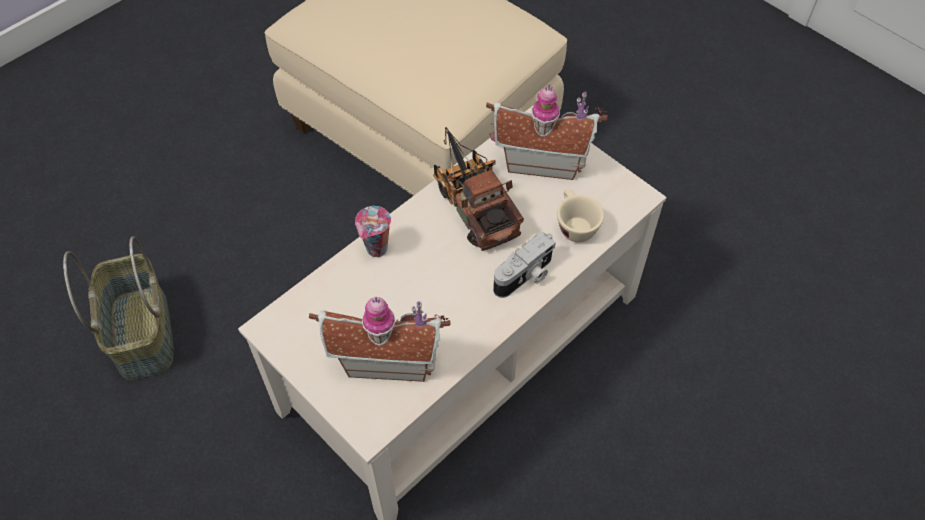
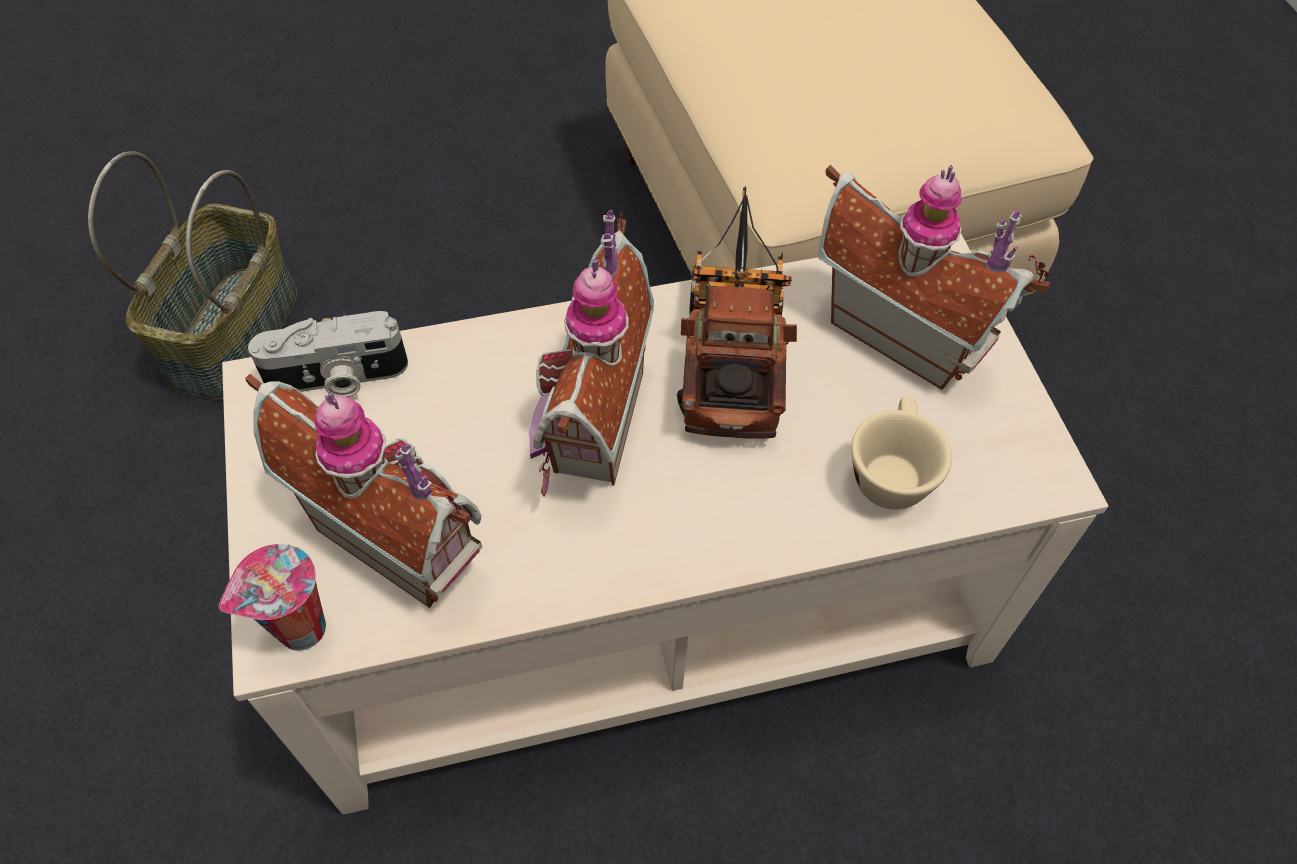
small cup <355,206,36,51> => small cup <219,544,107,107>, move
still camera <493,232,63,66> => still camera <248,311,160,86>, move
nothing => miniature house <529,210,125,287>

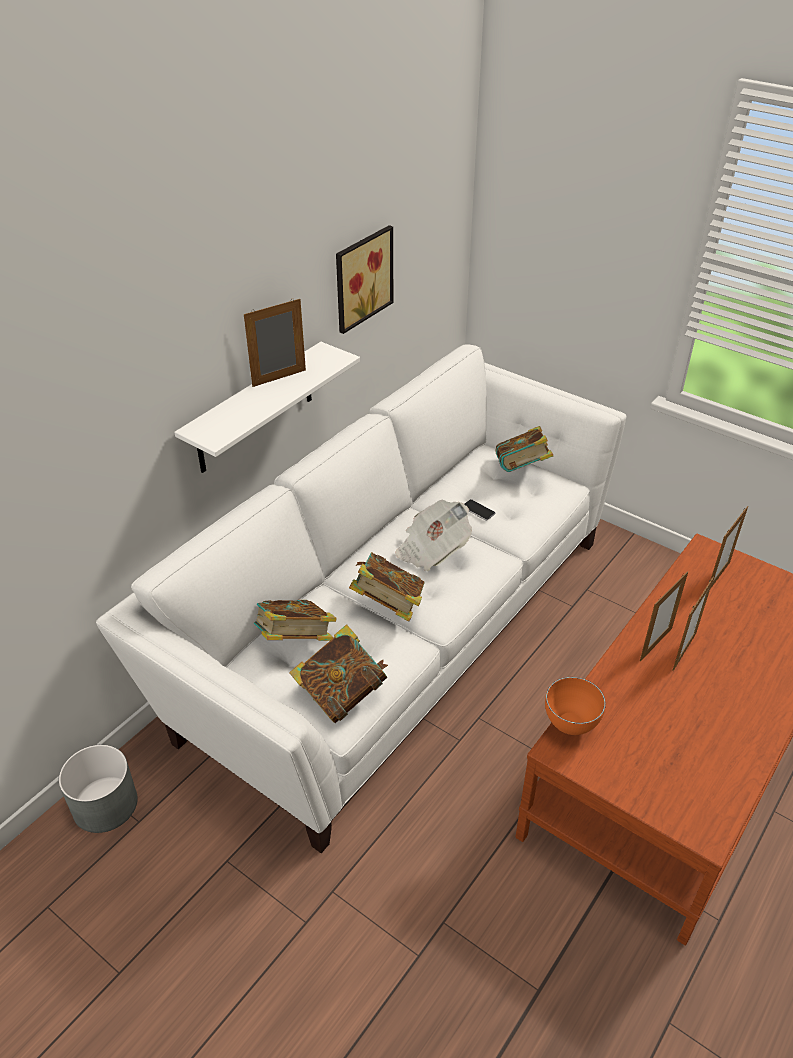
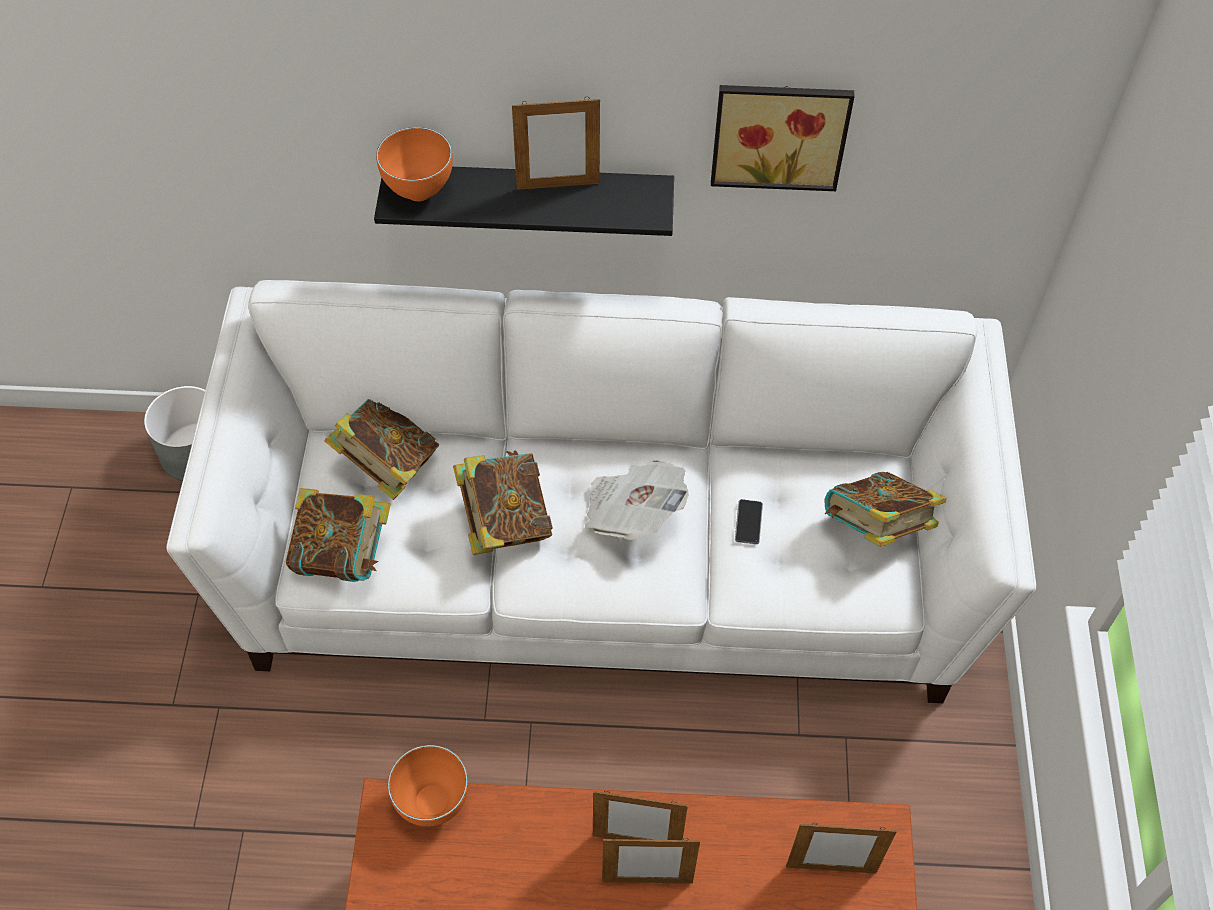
bracket shelf in whitish <174,342,186,131> => bracket shelf in blackish <374,167,300,69>
standing frame <244,299,62,88> => standing frame <512,98,88,92>, 150 degrees clockwise
nothing => bowl in orange-coloured <376,127,77,74>

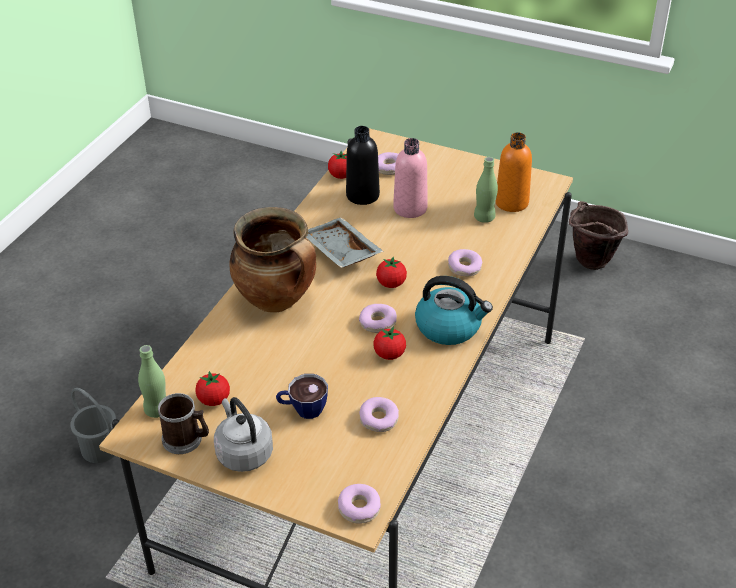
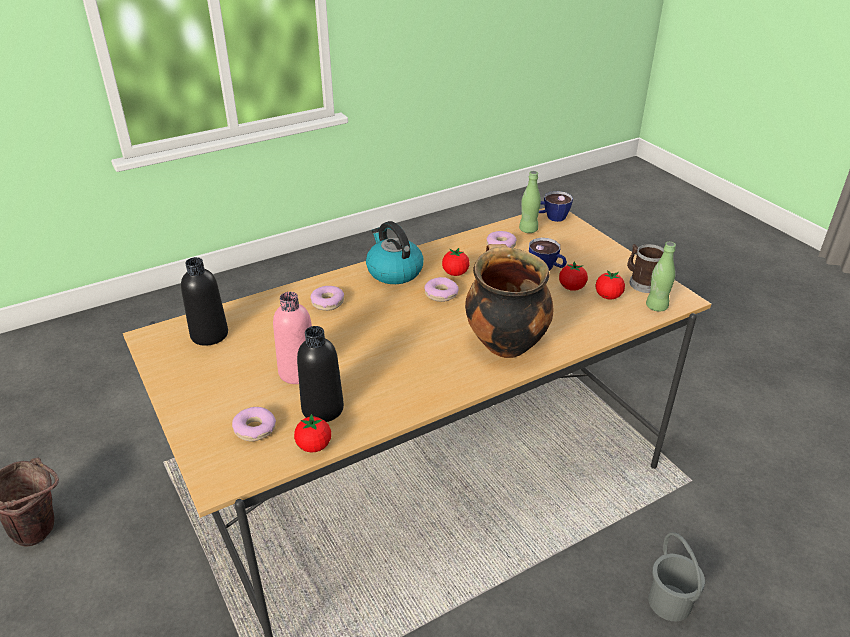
tea kettle in grey <214,397,59,75> => nothing
tray in grey <306,217,78,51> => nothing
ring doughnut <338,484,43,40> => small cup <539,191,34,31>
fresh tomato <376,257,31,31> => fresh tomato <559,262,29,29>, move
beverage bottle in green-coloured <474,157,24,66> => beverage bottle in green-coloured <519,171,22,62>, move
beverage bottle in orange-coloured <495,132,37,80> => beverage bottle in blackish <181,257,47,89>

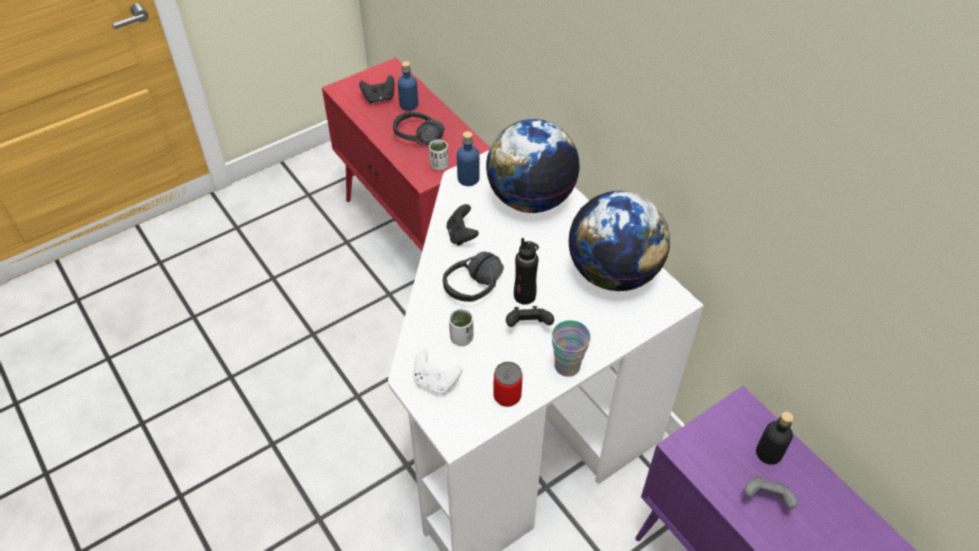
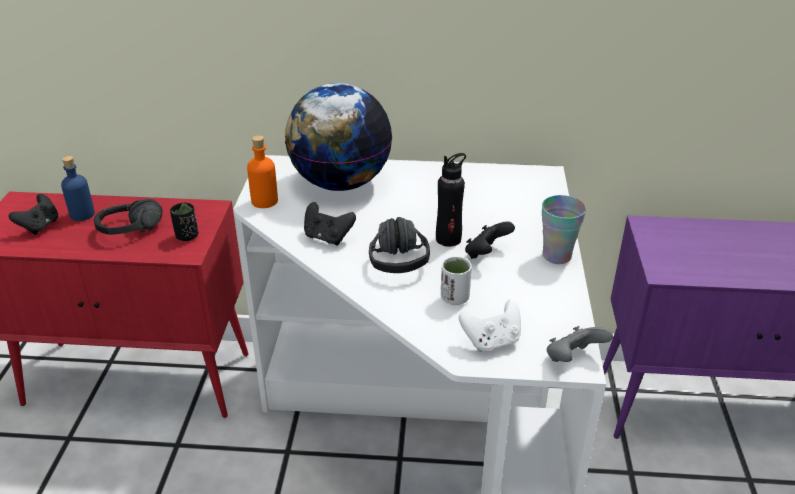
small cup in whitish <429,139,20,31> => small cup in blackish <170,203,28,38>
beverage bottle in bluish <457,131,23,55> => beverage bottle in orange-coloured <247,135,31,73>
can <493,362,30,45> => nothing
desk globe <568,191,102,100> => nothing
joypad in grey <744,475,54,34> => joypad in grey <547,326,66,36>, move
beverage bottle in blackish <756,412,37,53> => nothing

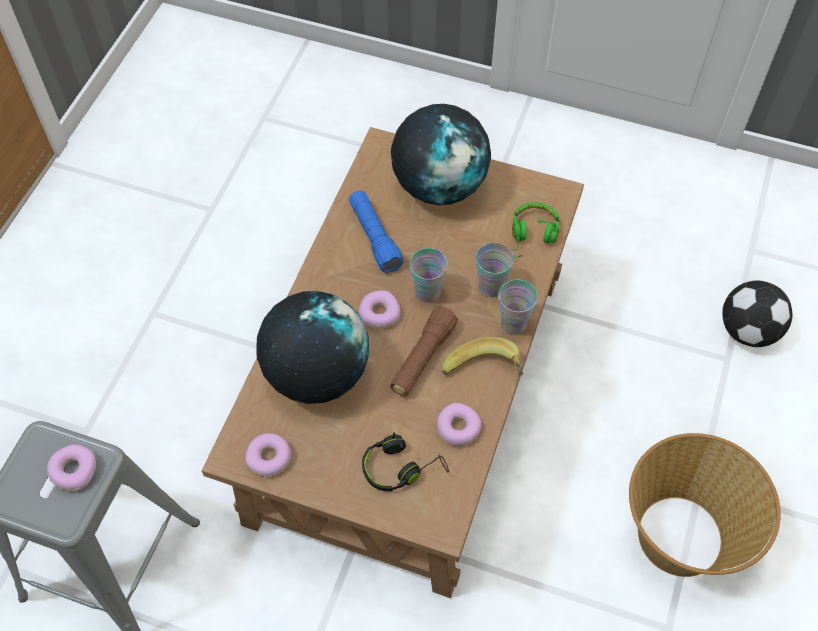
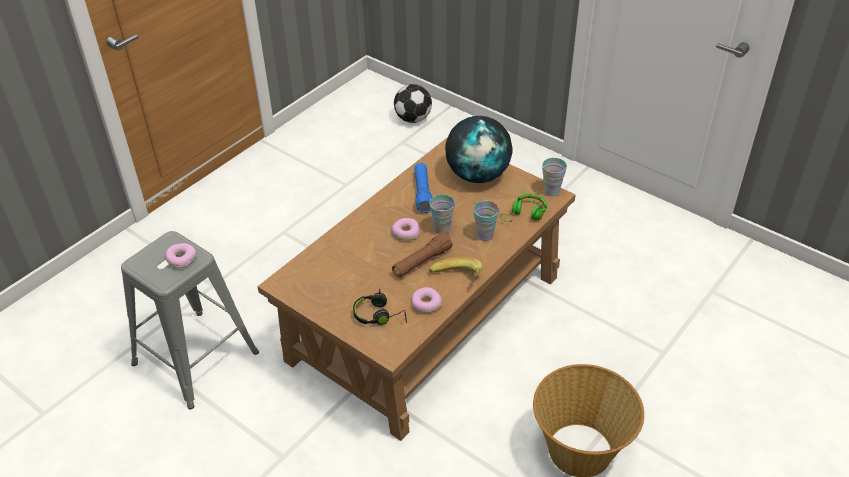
ring doughnut <245,433,46,44> => nothing
desk globe <256,291,113,113> => nothing
small cup <499,280,39,55> => small cup <542,158,25,38>, move
football <722,280,70,67> => football <394,84,38,39>, move

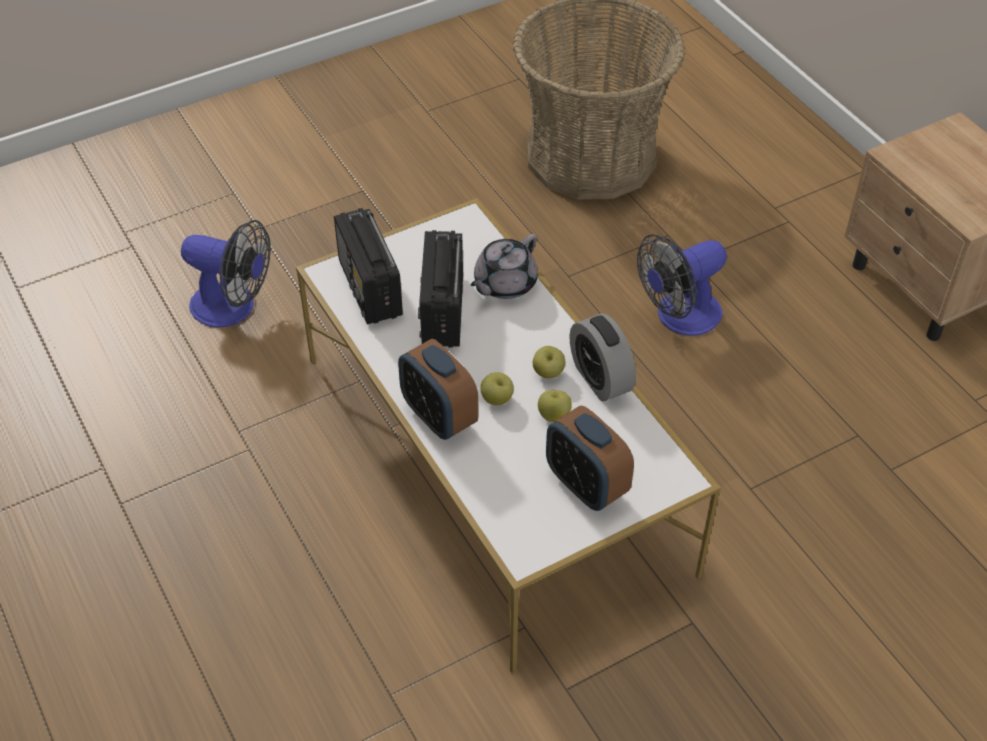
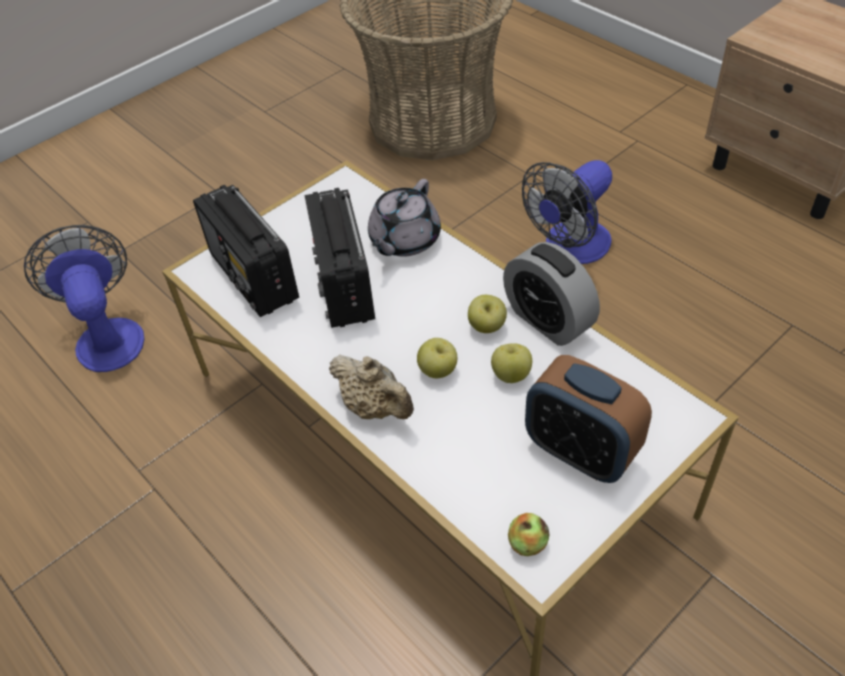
fan <181,220,90,108> => fan <24,225,120,147>, 120 degrees counterclockwise
alarm clock <398,339,81,101> => pot for tea in beige-coloured <329,354,85,65>
nothing => apple fruit <508,513,41,43>

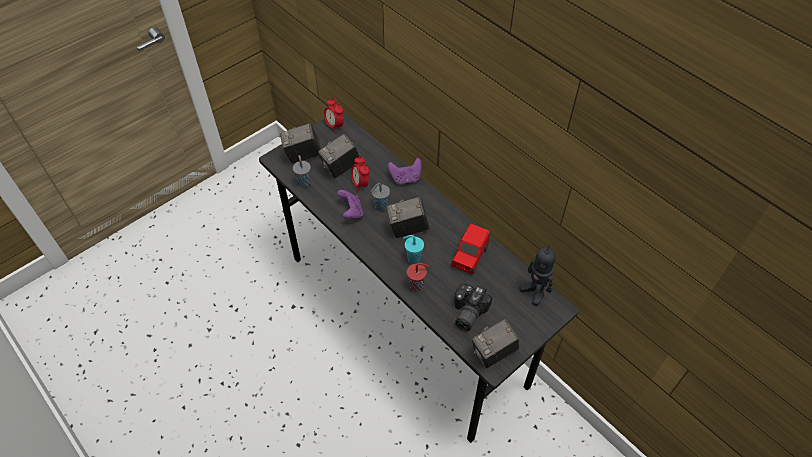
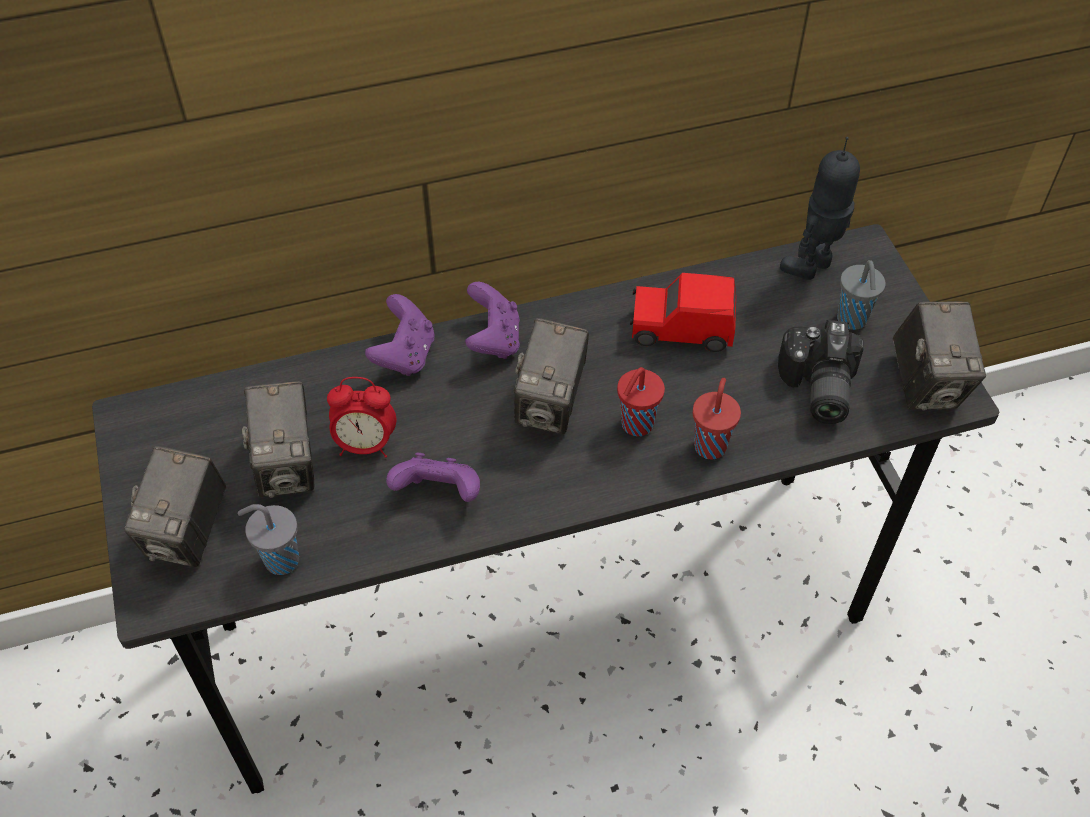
alarm clock <324,97,20,34> => nothing
small cup in grey <371,183,19,28> => small cup in grey <837,260,49,70>, move
small cup in turquoise-coloured <403,235,21,29> => small cup in red <617,367,48,69>
model car in red <452,224,38,50> => model car in red <630,273,106,79>, 135 degrees clockwise
still camera <454,284,38,47> => still camera <778,320,86,104>, 45 degrees clockwise
model robot <519,245,37,61> => model robot <780,137,80,143>, 150 degrees clockwise
nothing => joypad in purple-coloured <465,282,55,77>

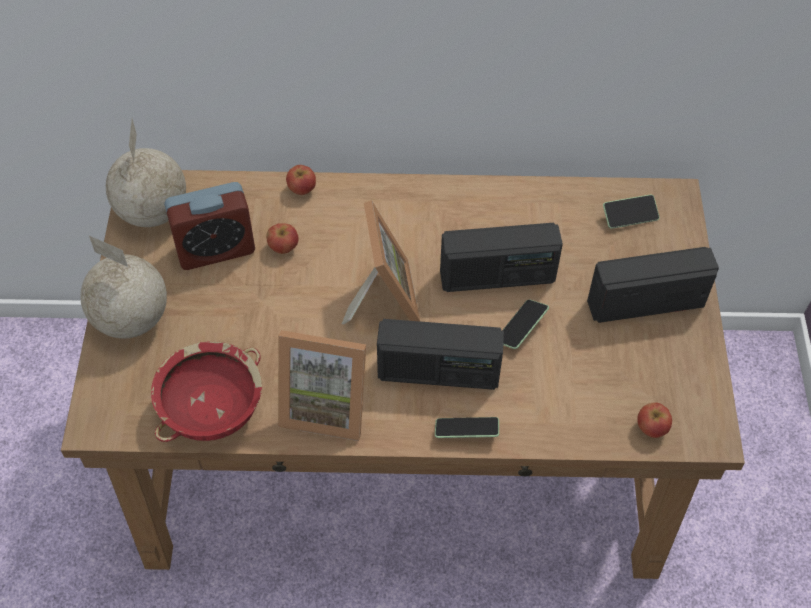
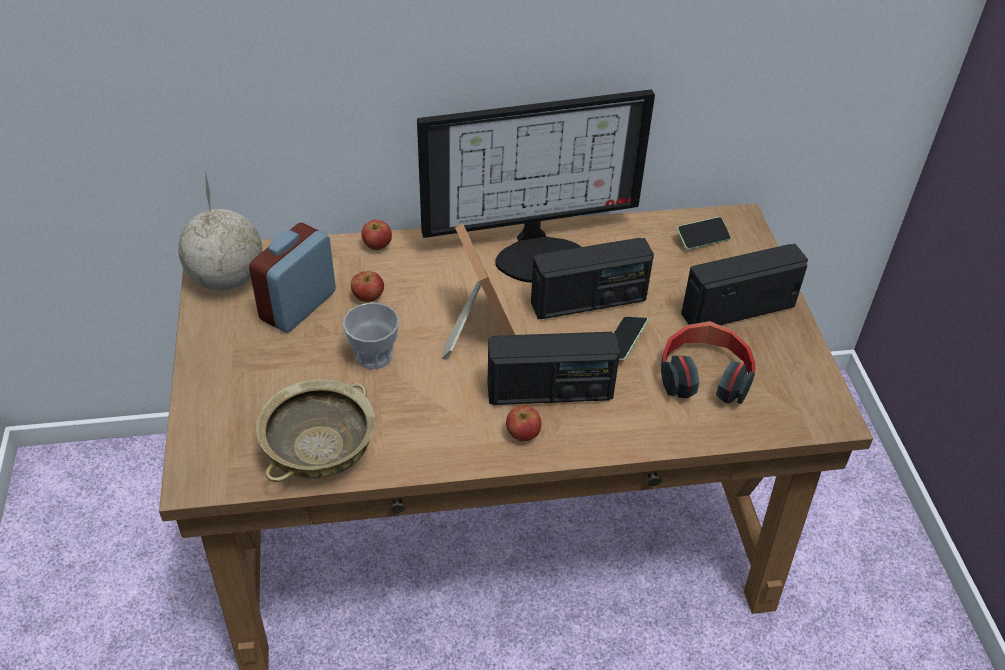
desk globe <80,236,87,103> => nothing
bowl in red <151,341,111,101> => bowl in beige-coloured <256,379,120,103>
alarm clock <164,182,91,88> => alarm clock <249,223,87,110>, 150 degrees clockwise
standing frame <278,330,88,111> => nothing
telephone <435,417,64,21> => nothing
apple fruit <637,402,35,36> => apple fruit <506,405,35,37>, move
nothing => small cup <343,303,56,66>
nothing => computer display <417,90,238,193>
nothing => headphones <661,321,95,83>

